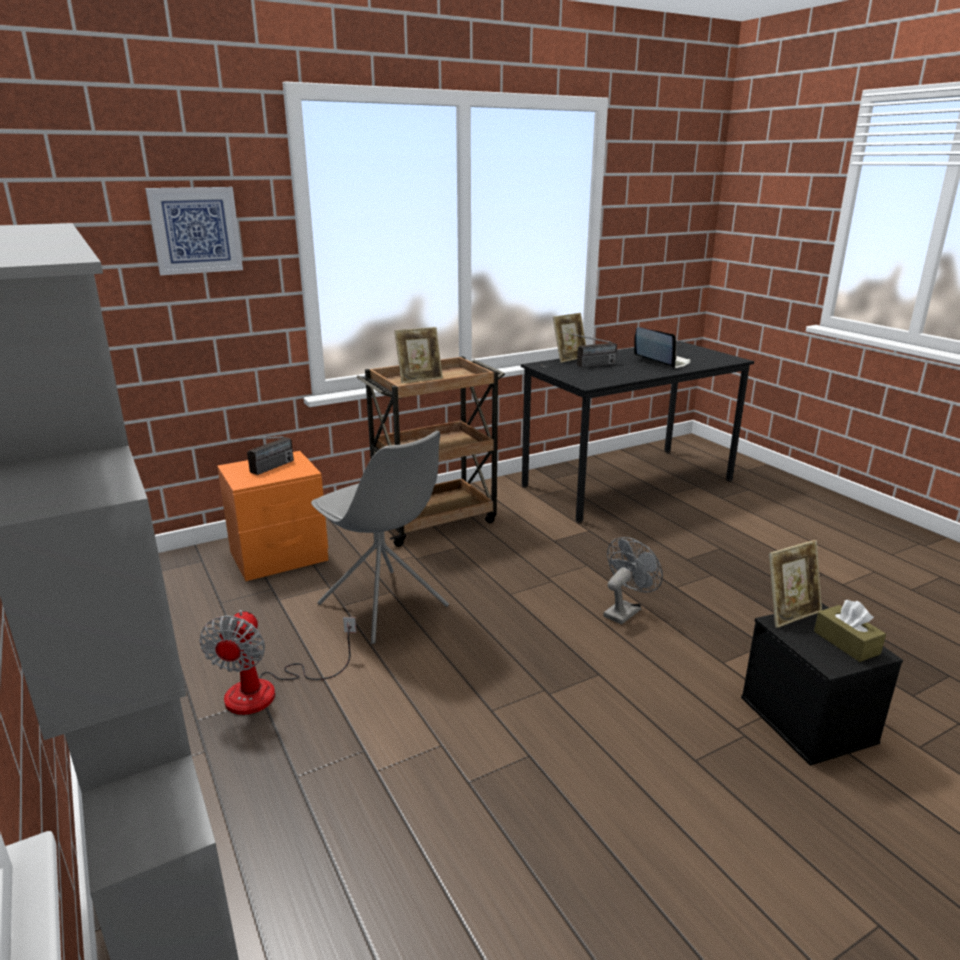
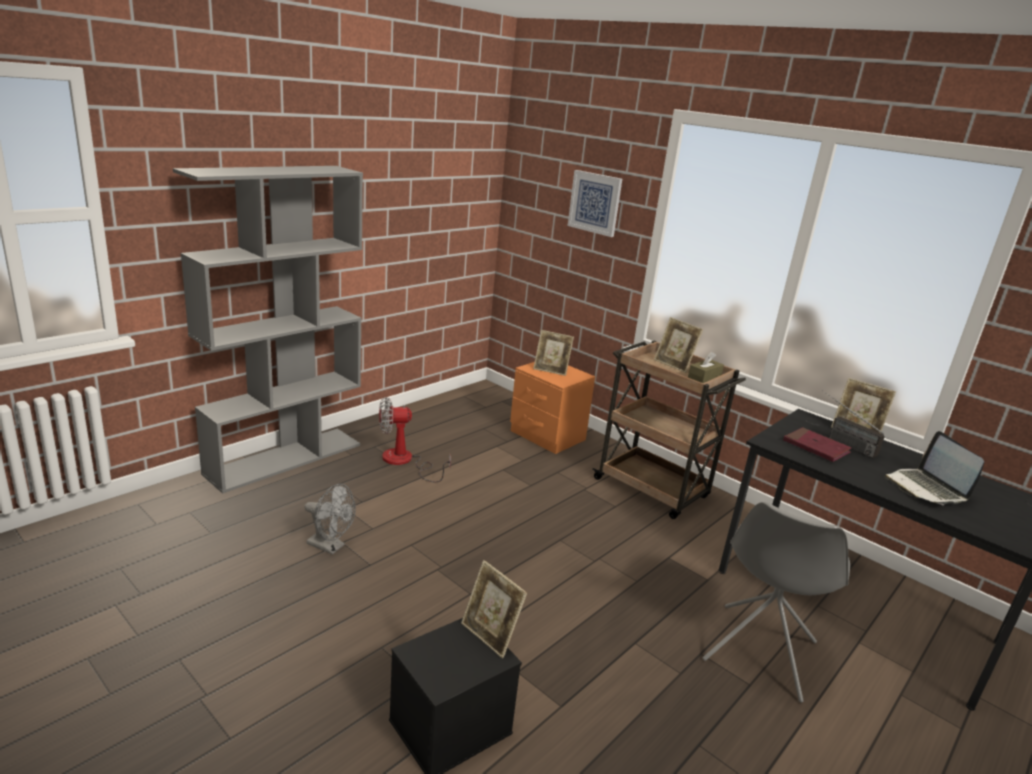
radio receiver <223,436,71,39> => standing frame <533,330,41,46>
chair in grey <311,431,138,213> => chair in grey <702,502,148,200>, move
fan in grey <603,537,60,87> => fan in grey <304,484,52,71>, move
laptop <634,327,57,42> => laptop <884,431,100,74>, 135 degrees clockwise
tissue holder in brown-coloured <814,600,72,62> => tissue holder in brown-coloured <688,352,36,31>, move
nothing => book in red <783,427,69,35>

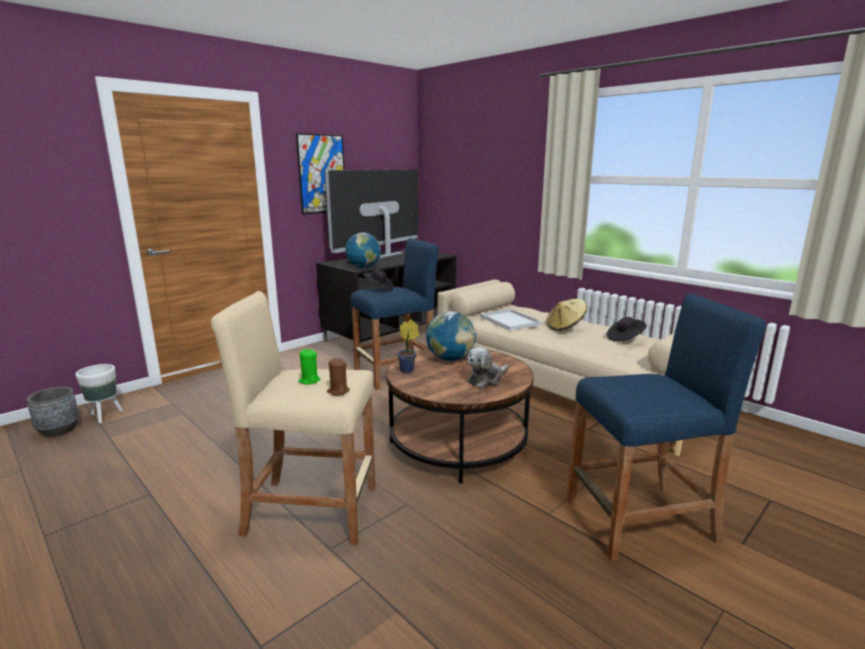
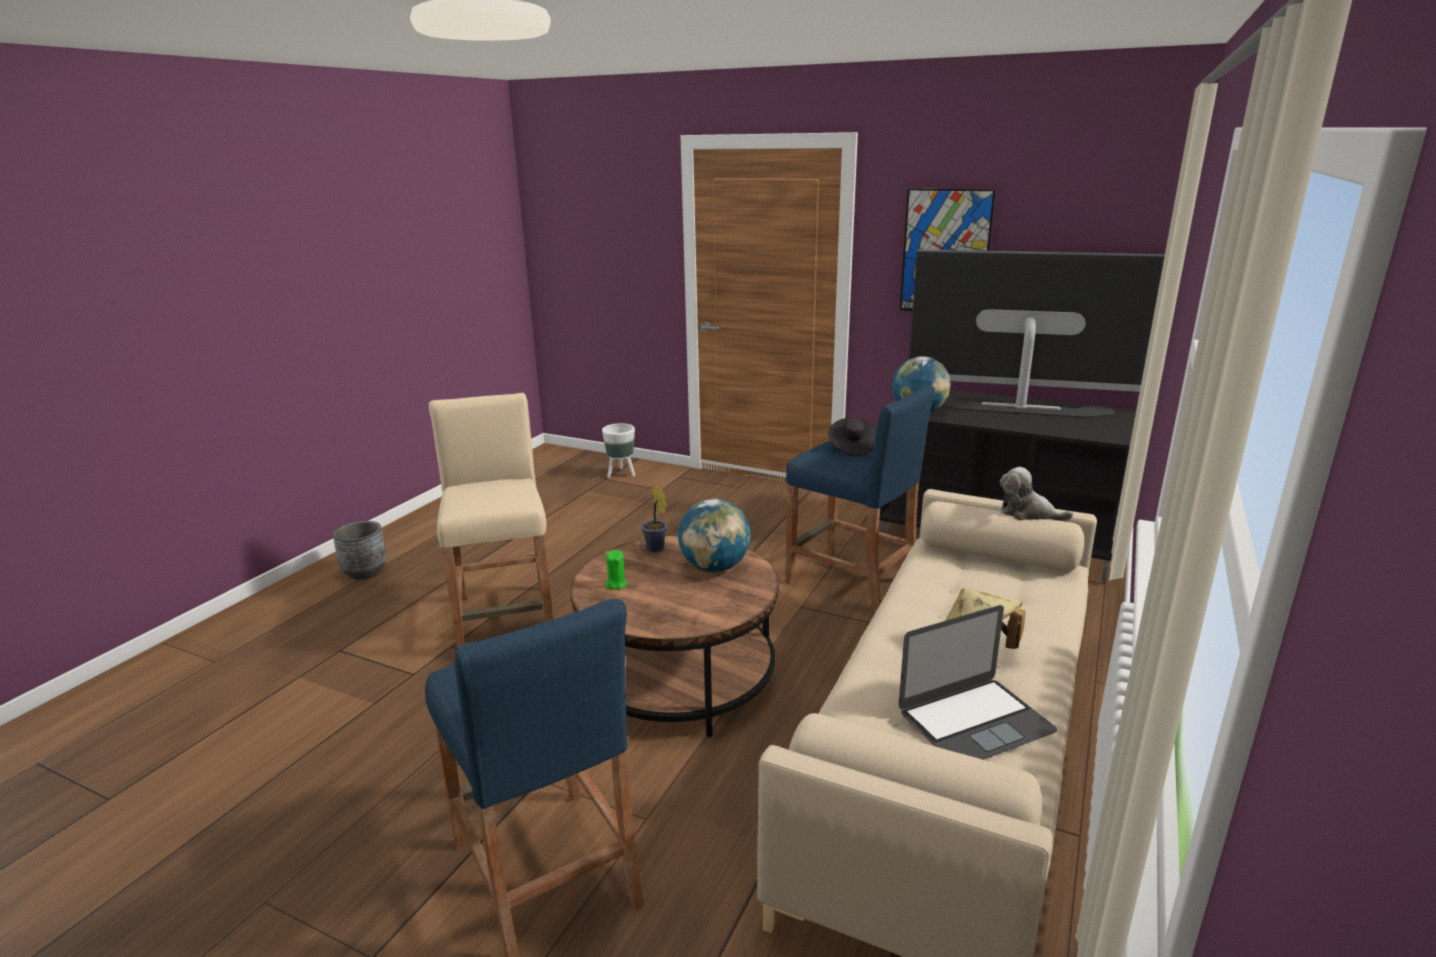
plant pot in grey <26,387,53,50> => plant pot in grey <333,521,54,59>, move
wax light in green-coloured <298,349,22,36> => wax light in green-coloured <605,550,22,39>, move
wax light in brown-coloured <327,358,23,38> => nothing
cuddly toy <467,347,42,41> => cuddly toy <1000,467,73,54>, move
tray in whitish <480,309,62,22> => nothing
hat in blackish <607,317,40,25> => laptop <899,605,158,155>

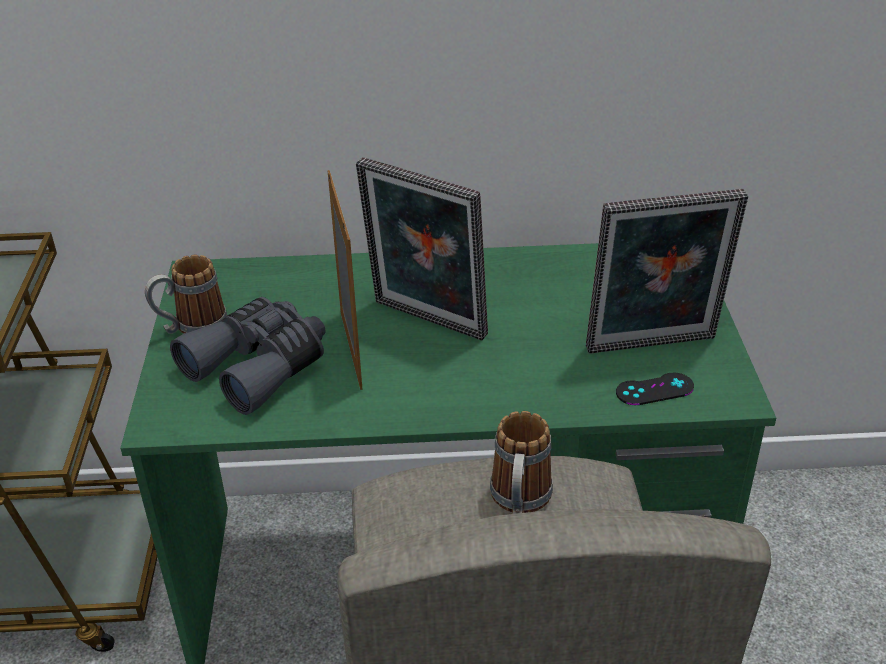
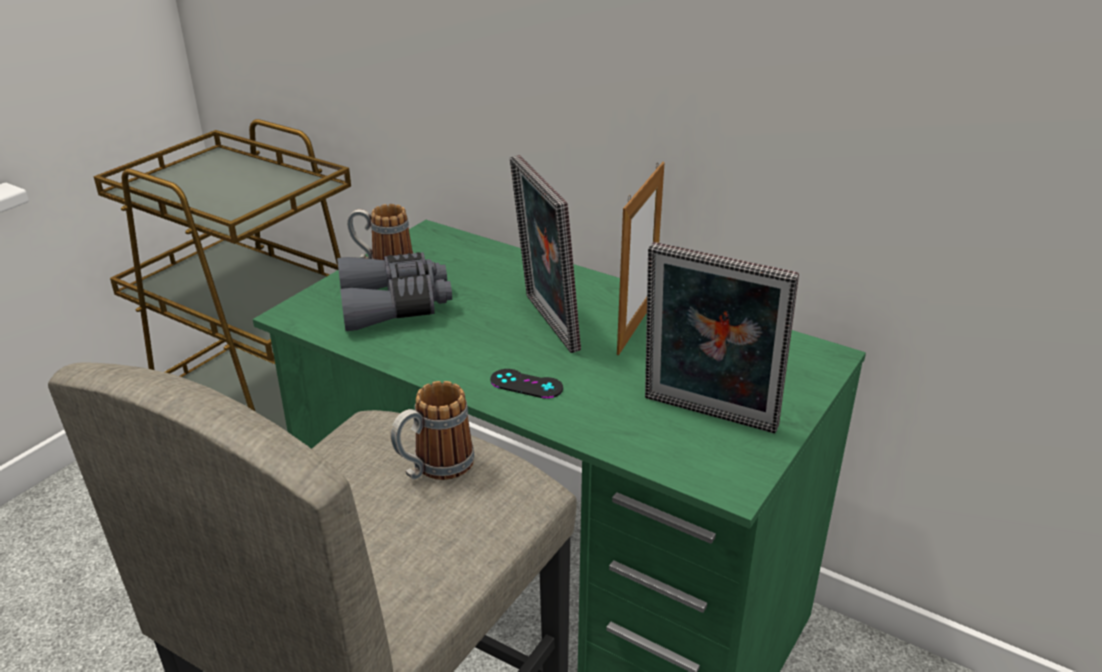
standing frame <327,170,36,220> => standing frame <617,162,48,193>, move
joypad in blackish <616,373,78,32> => joypad in blackish <490,369,73,30>, move

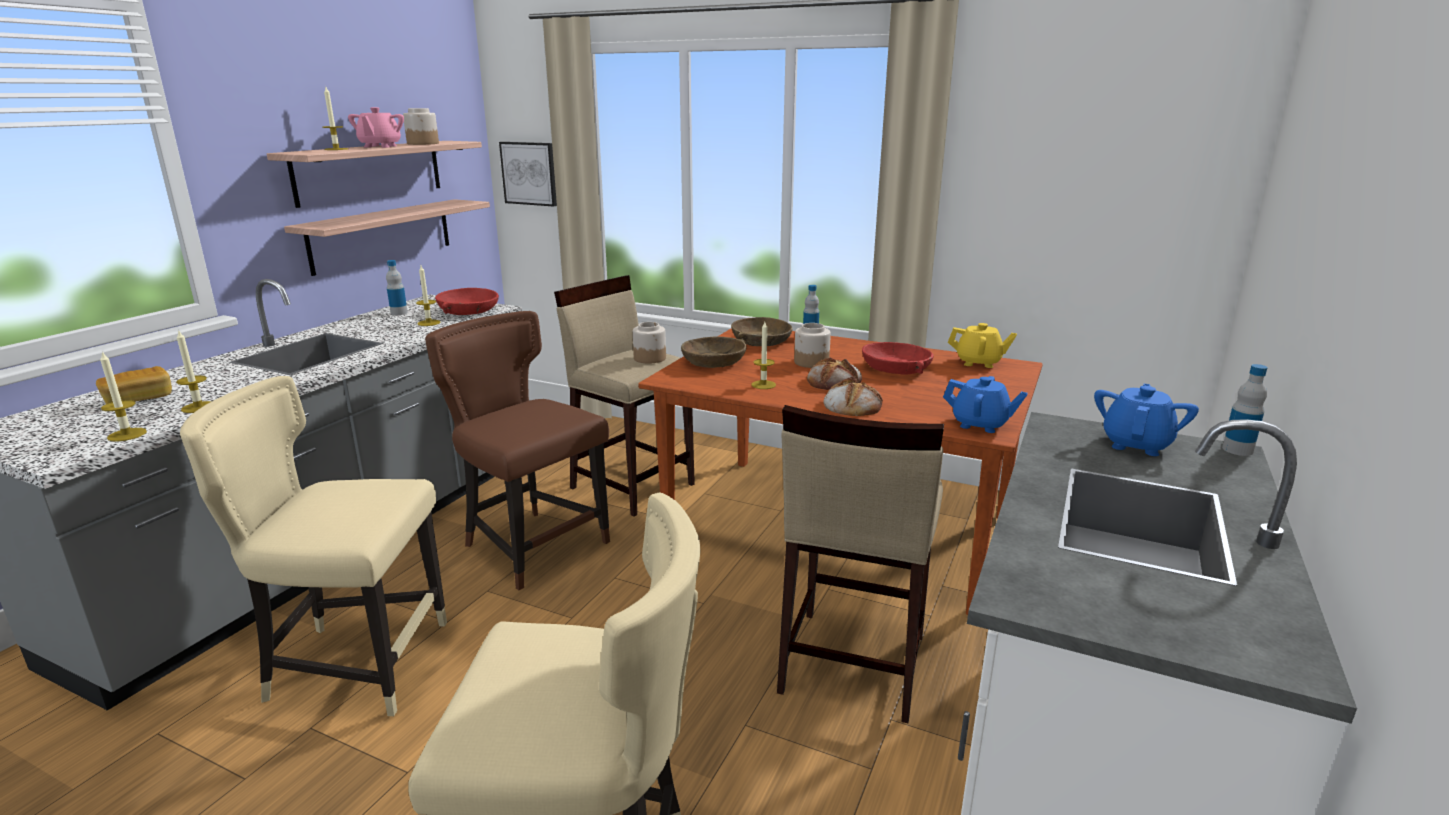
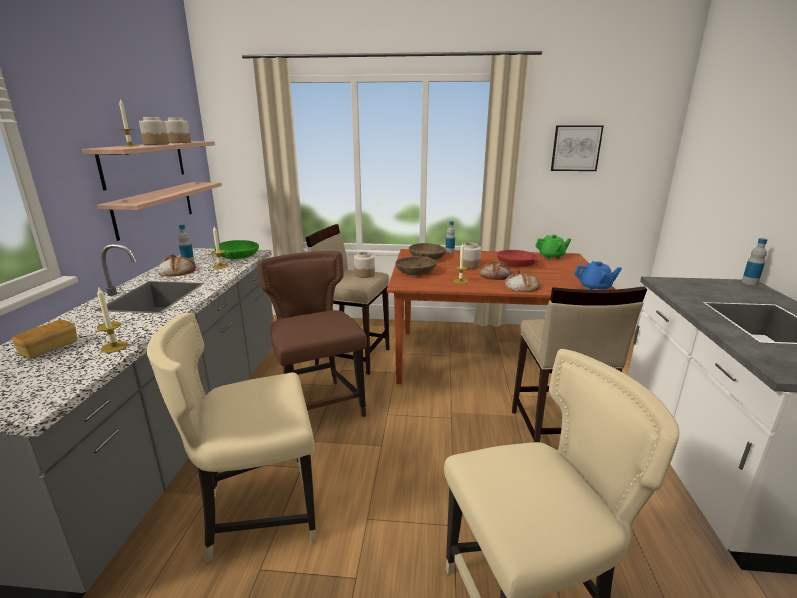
wax light <100,352,47,90> => nothing
pot for tea in pinkish <348,107,56,41> => preserve jar <139,117,30,28>
chair in brown-coloured <425,311,185,279> => chair in brown-coloured <257,251,110,166>, 45 degrees clockwise
bowl in red <435,288,64,27> => bowl in green-coloured <214,240,45,19>
picture <499,142,58,65> => picture <551,125,53,46>, move
pot for tea in yellow-coloured <948,323,69,45> => pot for tea in green-coloured <535,235,36,24>
pot for tea in bluish <1094,384,105,72> => nothing
nothing => bakery bread <157,254,39,22>

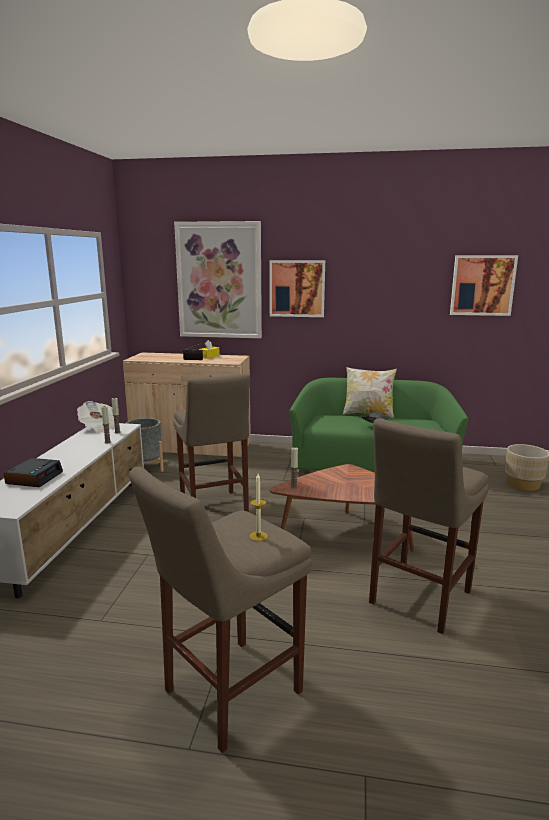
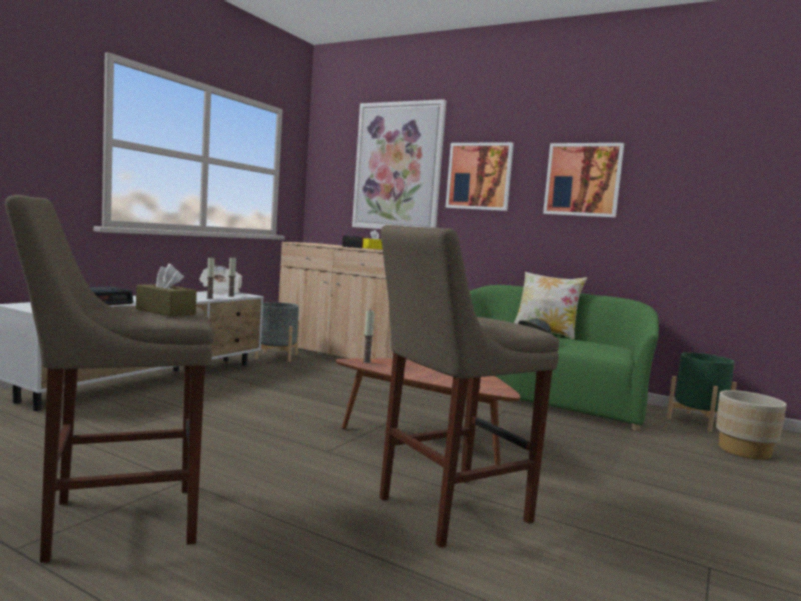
sitting stool in beige-coloured <173,374,77,138> => nothing
wax light <250,474,18,67> => tissue holder in brown-coloured <136,264,61,53>
picture <450,255,68,61> => picture <543,143,81,75>, move
nothing => plant pot in green-coloured <667,352,70,80>

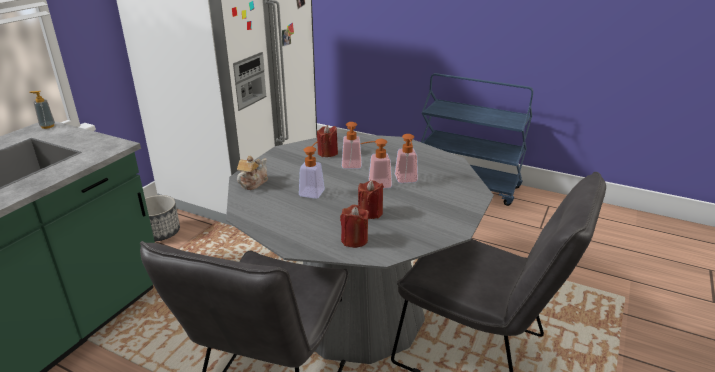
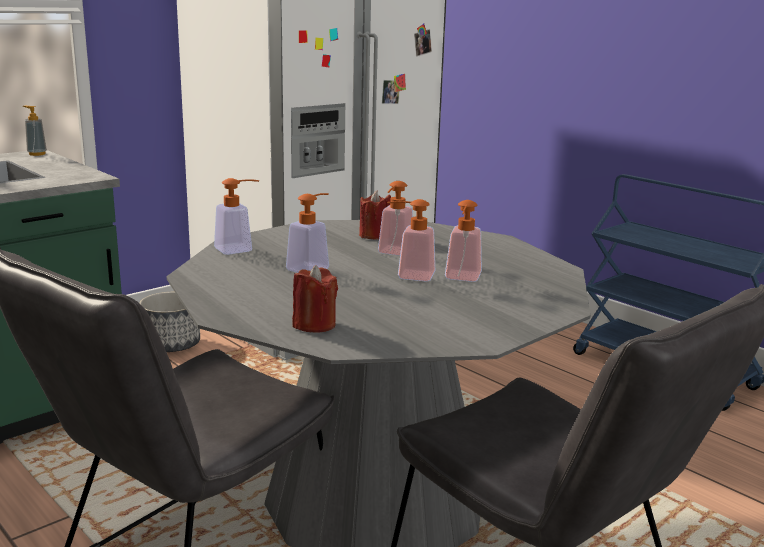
pot for tea <237,156,31,34> => liquid soap bottle <214,178,45,77>
wax light in red <358,180,26,39> => nothing

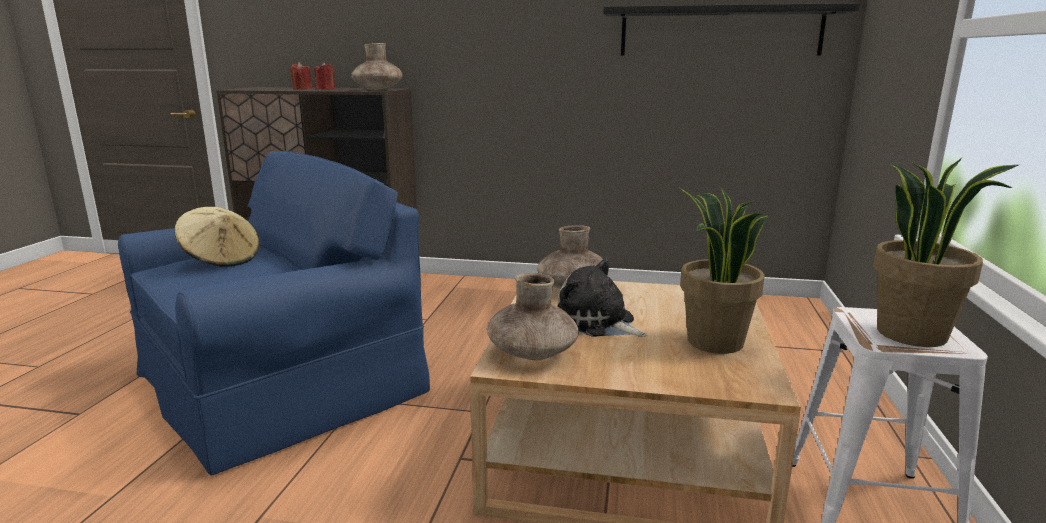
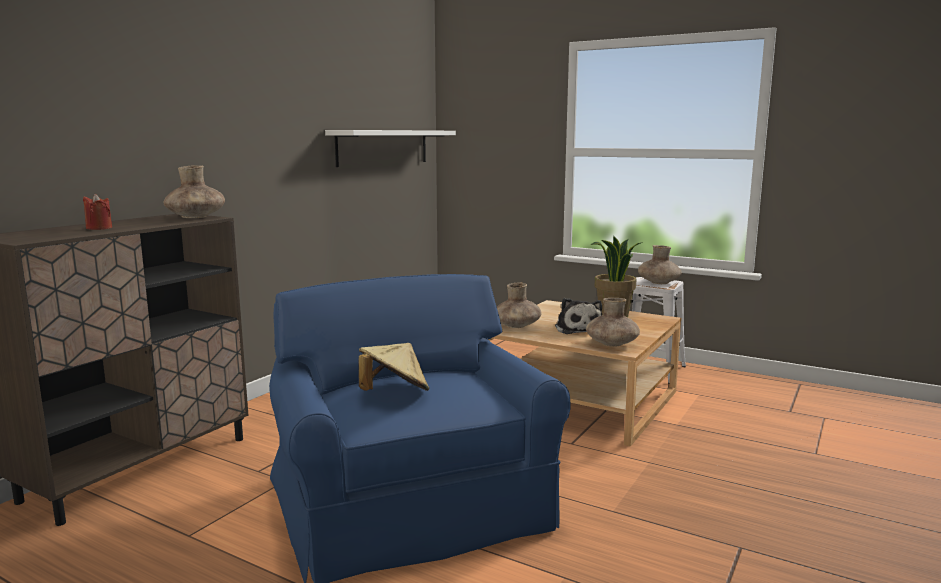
wax light in red <314,62,21,28> => nothing
cuddly toy <557,259,91,78> => cuddly toy <555,298,47,36>, 75 degrees counterclockwise
bracket shelf in blackish <603,3,257,53> => bracket shelf in whitish <325,130,131,37>
houseplant <873,158,146,189> => vase in brown-coloured <638,245,44,39>

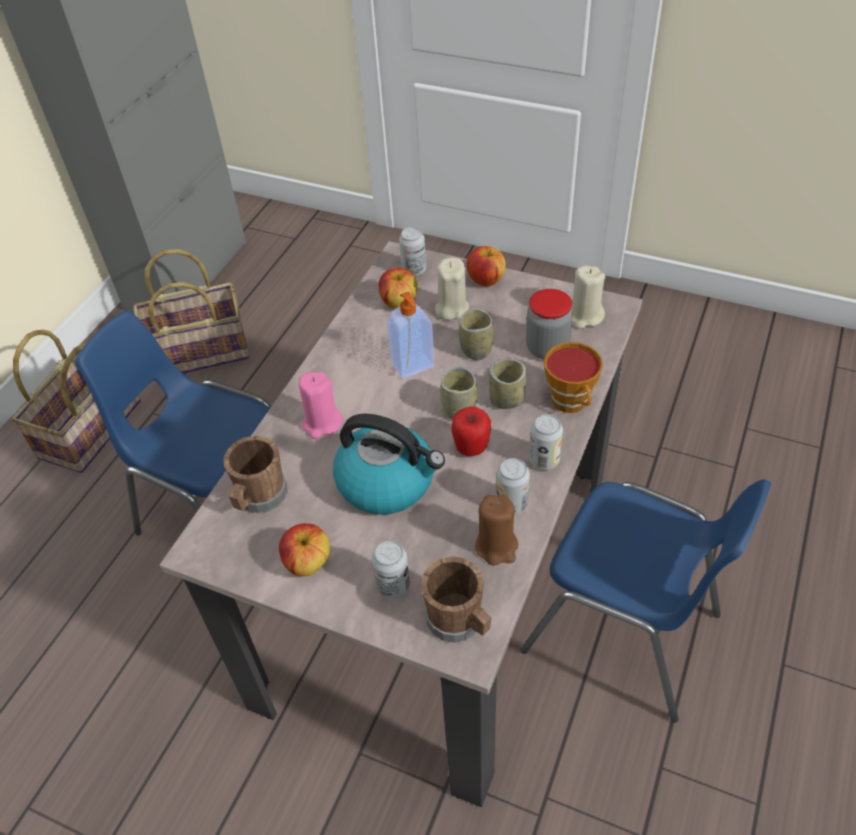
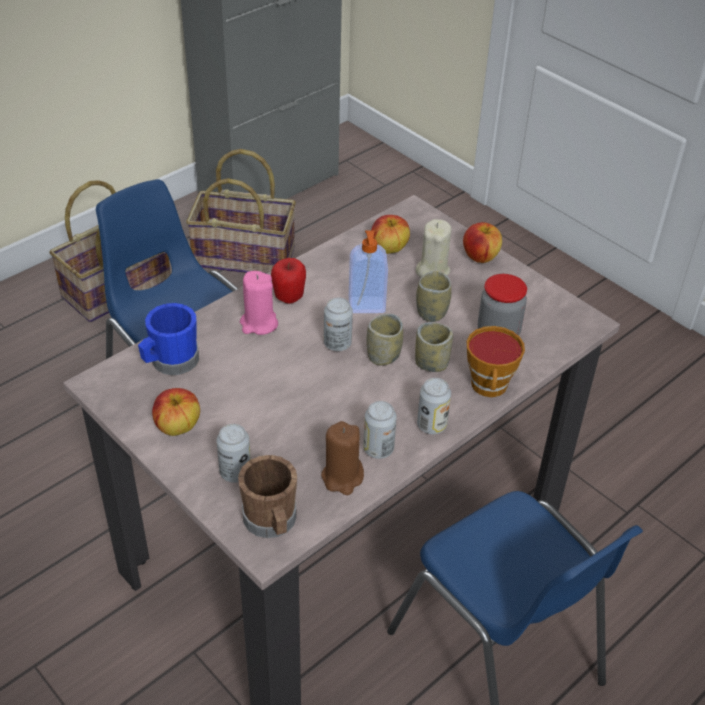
coffee mug in brown-coloured <224,436,63,77> => coffee mug in bluish <138,303,61,72>
tea kettle <333,414,112,101> => nothing
can <399,227,27,49> => can <324,298,29,53>, move
apple fruit <451,406,40,50> => apple fruit <271,258,35,46>, move
wax light in beige-coloured <571,266,34,63> => nothing

